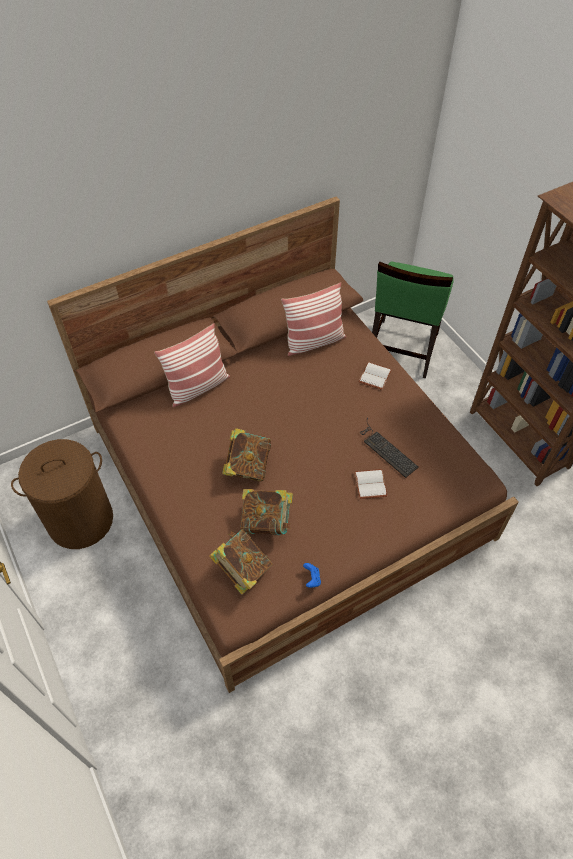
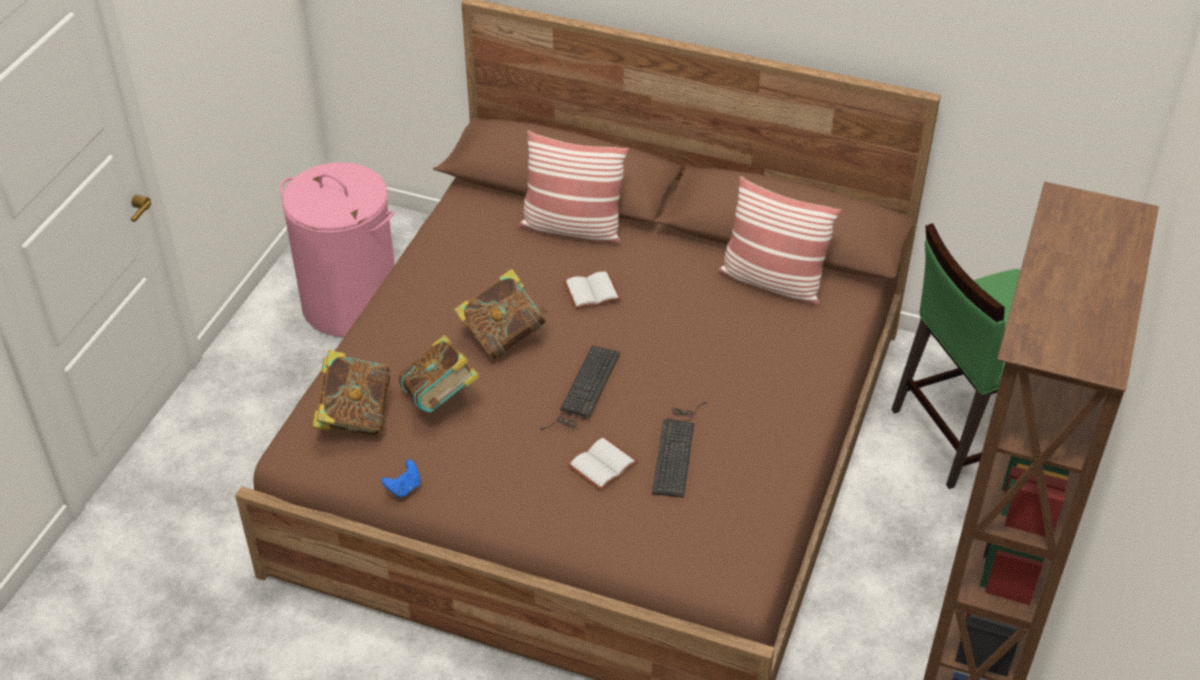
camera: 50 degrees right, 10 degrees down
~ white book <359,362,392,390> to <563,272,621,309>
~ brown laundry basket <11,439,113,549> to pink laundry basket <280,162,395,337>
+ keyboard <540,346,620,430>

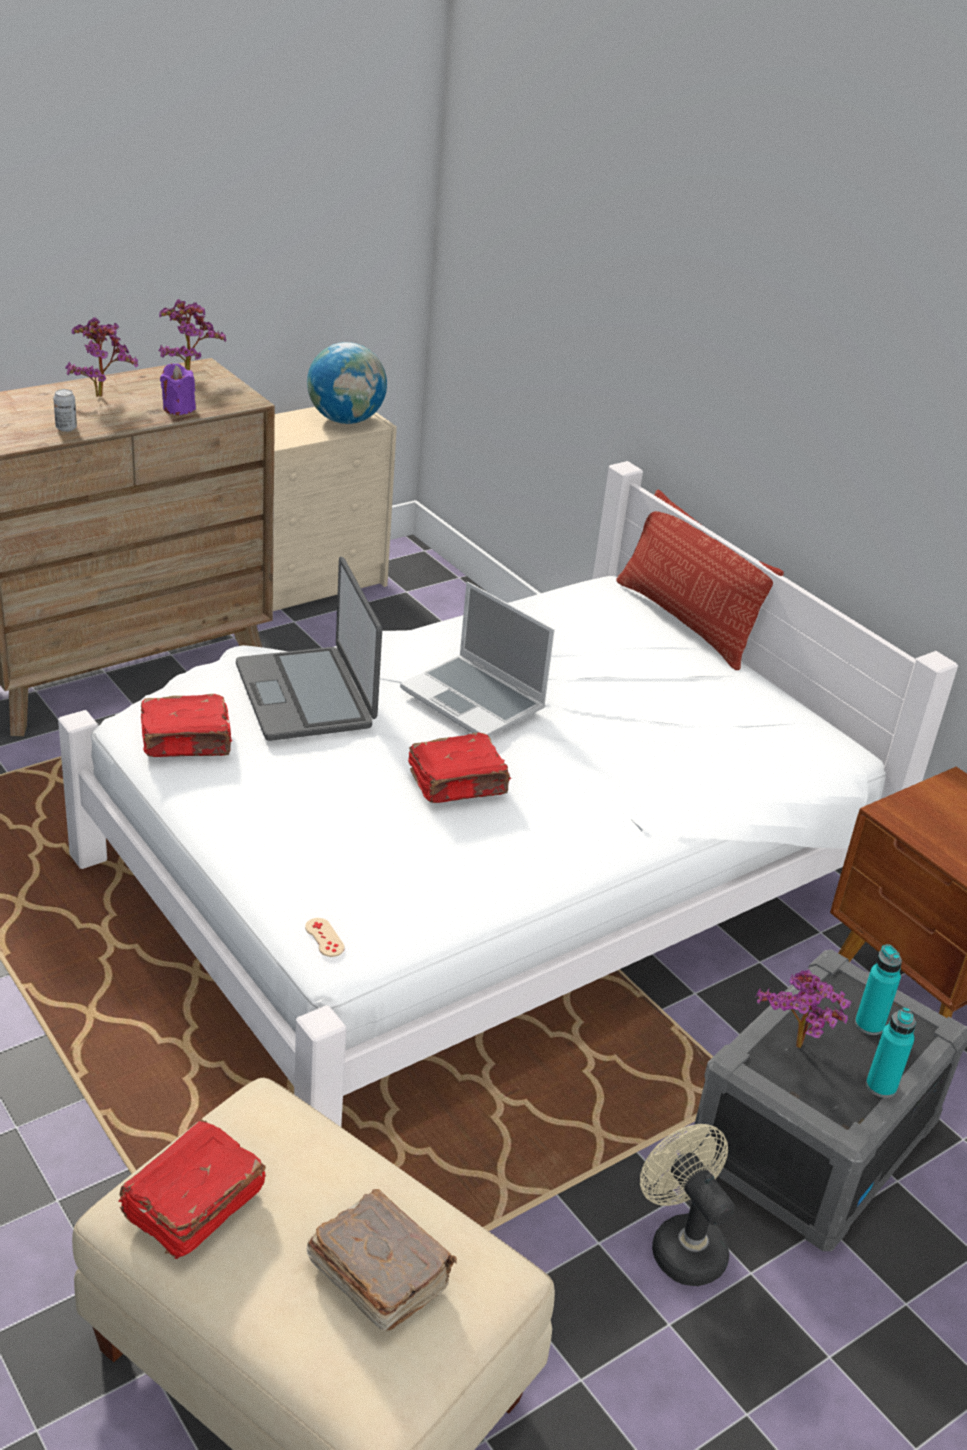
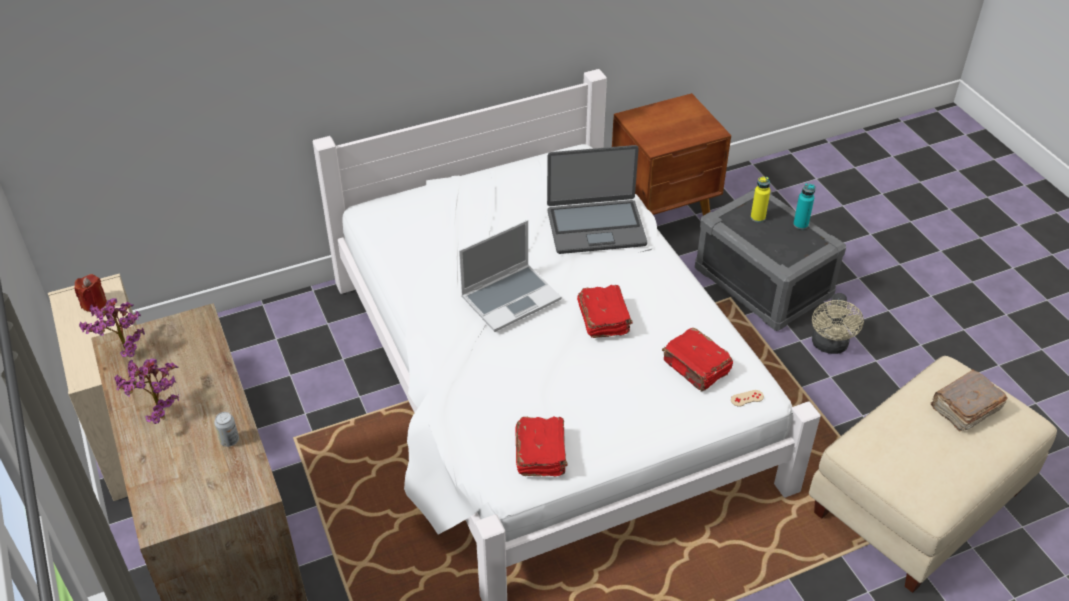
camera: 75 degrees left, 10 degrees up
~ globe <307,342,387,424> to red candle <74,274,107,312>
- purple candle <160,364,196,415>
- pillow <616,489,784,670>
~ laptop <236,557,382,741> to <547,145,647,254>
~ turquoise bottle <855,944,902,1035> to yellow bottle <751,177,770,222>
- potted plant <756,970,852,1048>
~ red book <118,1119,266,1259> to <662,328,733,392>
~ beige fan <640,1124,735,1286> = <812,293,864,354> 60 degrees counterclockwise

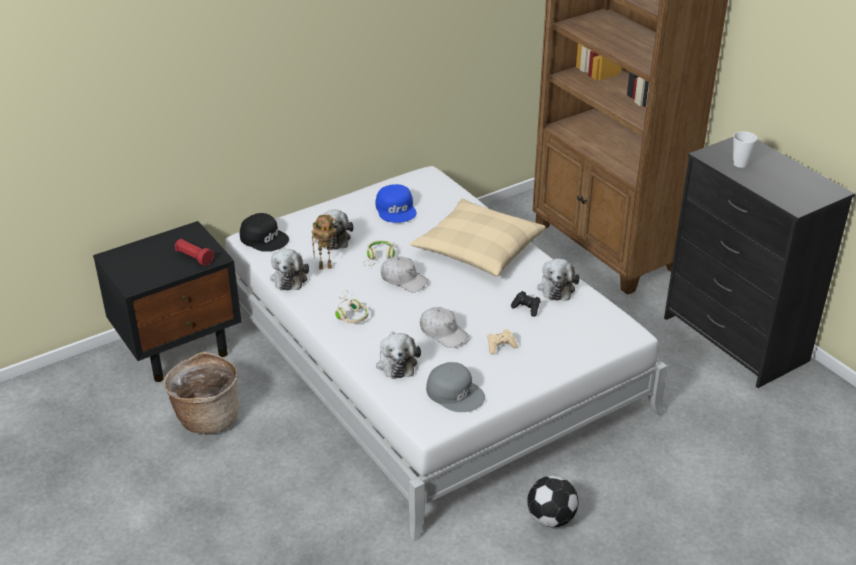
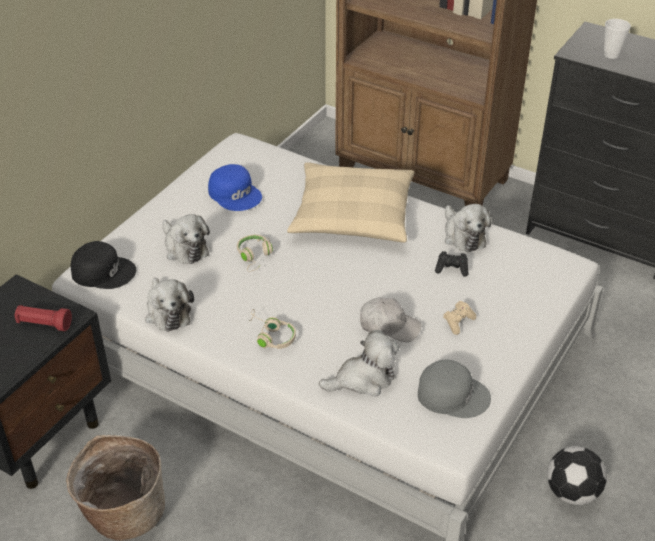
camera: 25 degrees left, 5 degrees up
- toy robot <312,214,338,270>
- white cap <381,256,429,292>
~ plush toy <376,332,421,379> = <319,330,399,397> 75 degrees counterclockwise

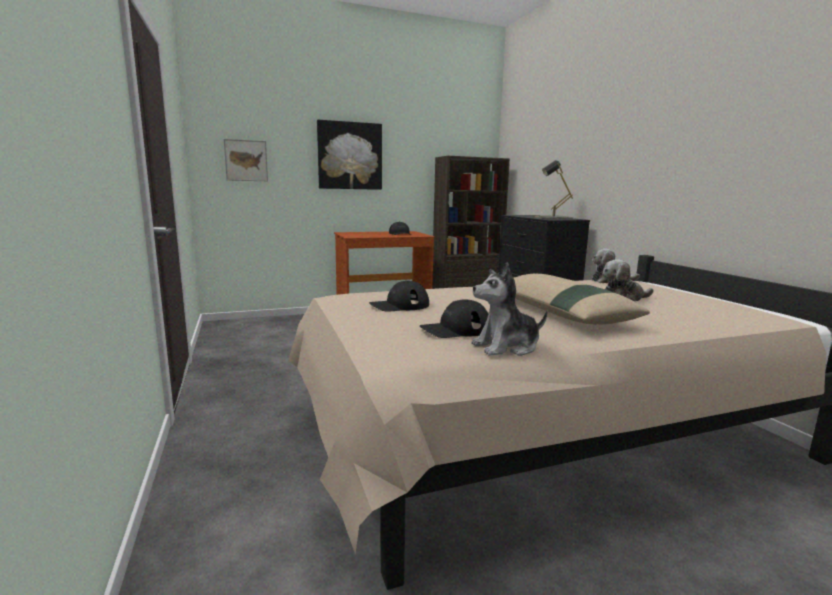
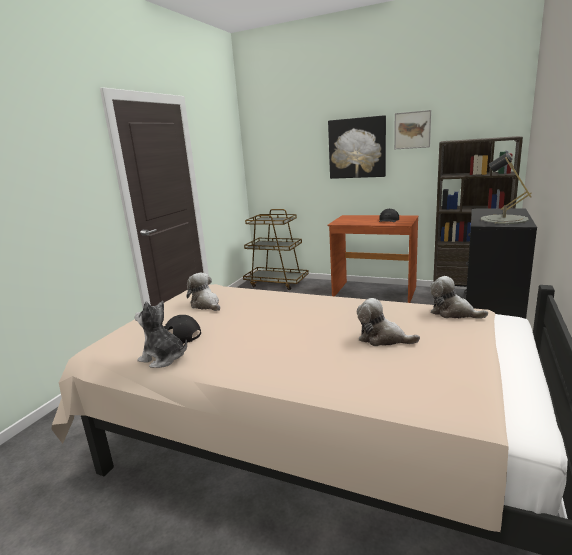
camera: 45 degrees right, 5 degrees up
~ picture <224,139,268,181> to <394,110,431,149>
- beige pillow <514,274,650,325>
~ black cap <369,281,429,312> to plush toy <186,273,220,311>
+ brown cart <243,209,309,290>

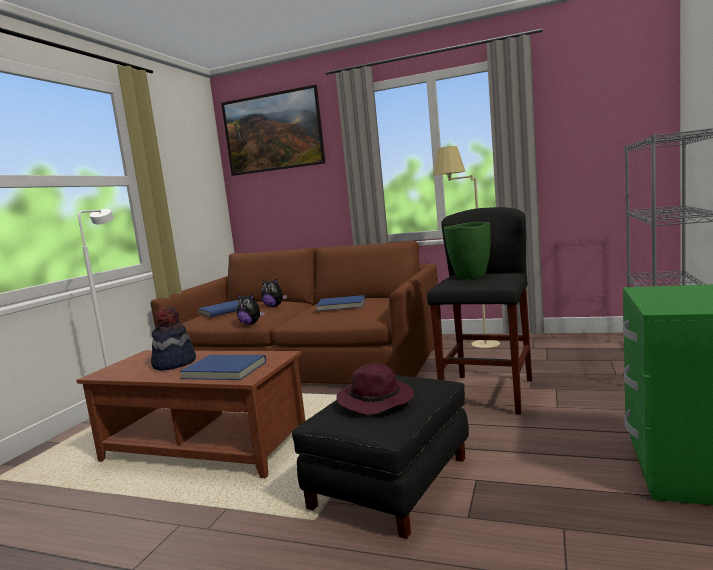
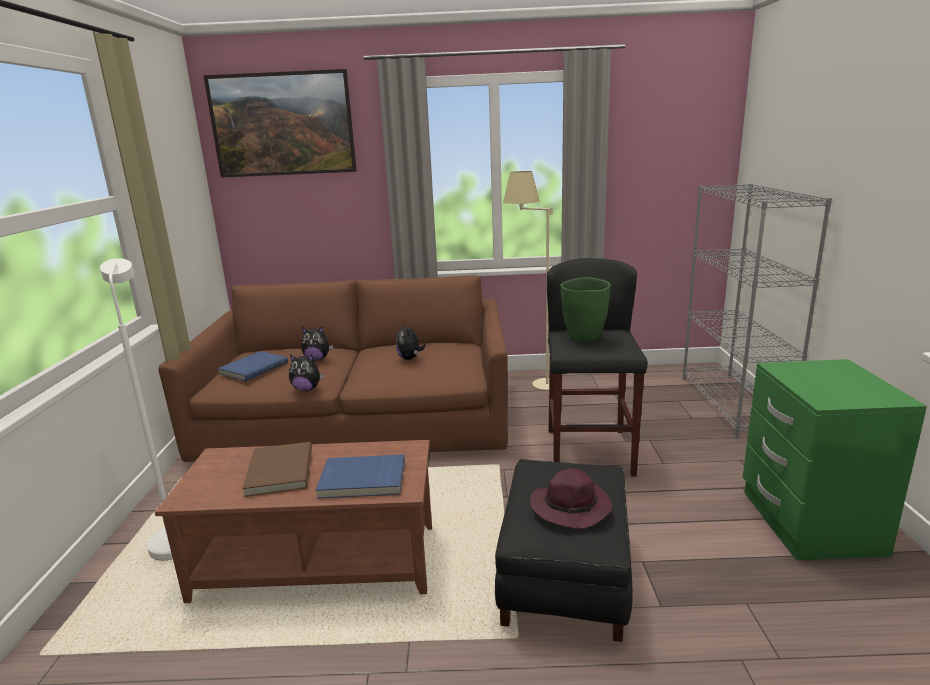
camera: 20 degrees left, 10 degrees up
~ blue book <316,295,365,311> to plush toy <396,322,426,360>
~ hat <151,306,196,371> to brown book <242,442,312,497>

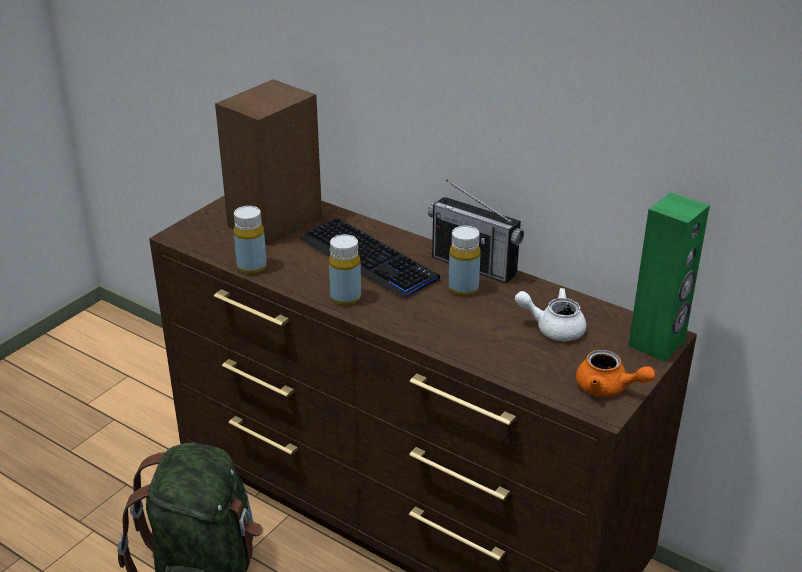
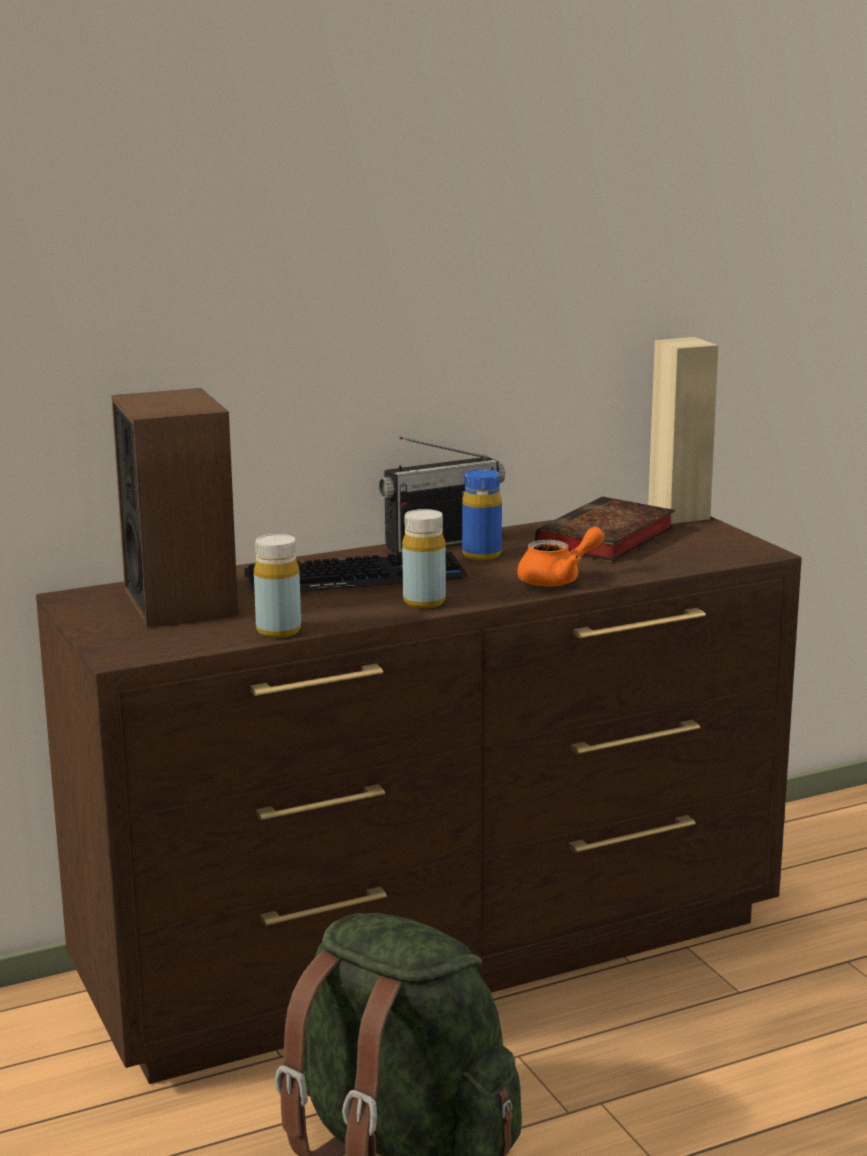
camera: 60 degrees left, 15 degrees down
~ green speaker <629,193,710,361> to beige speaker <648,337,719,524>
~ yellow bottle <448,226,481,296> to blue bottle <462,469,502,560>
~ white teapot <515,288,586,341> to book <535,496,675,563>
~ orange teapot <576,350,655,397> to <517,527,605,587>

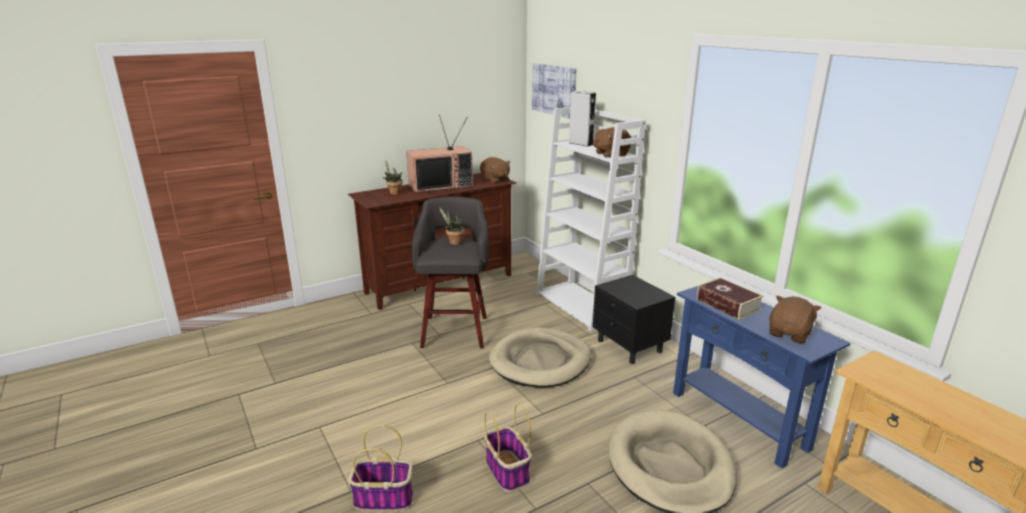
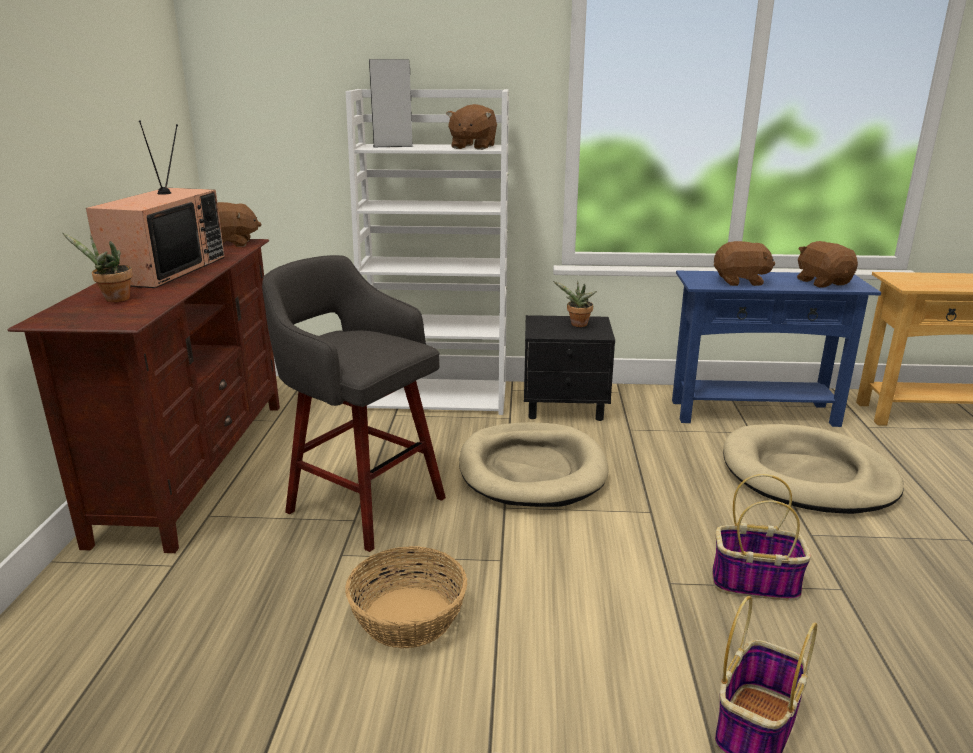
camera: 55 degrees left, 0 degrees up
- picture <532,63,576,119>
~ potted plant <439,207,464,245> to <553,281,597,327>
~ book <697,277,764,320> to brown plush toy <714,241,775,286>
+ basket <345,546,467,648>

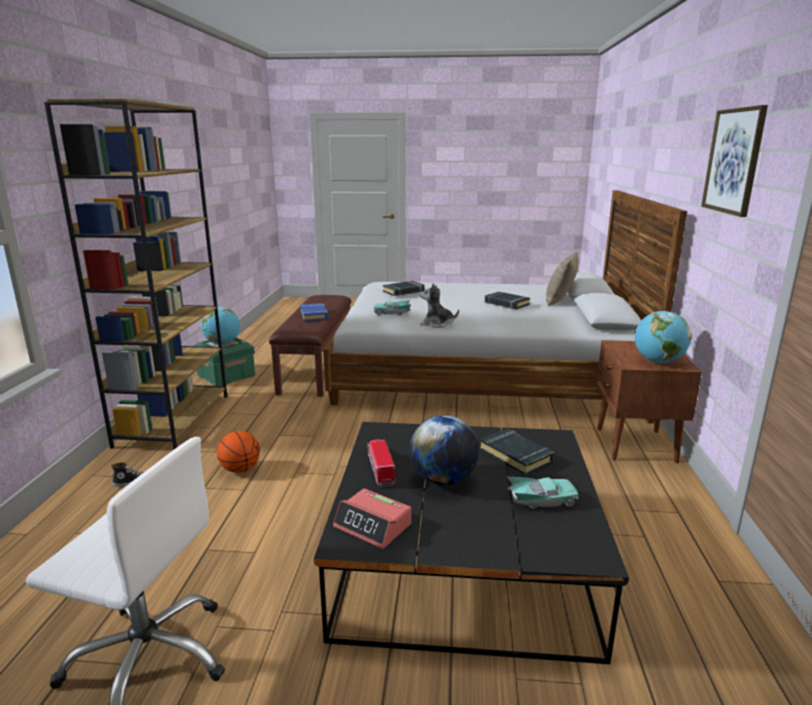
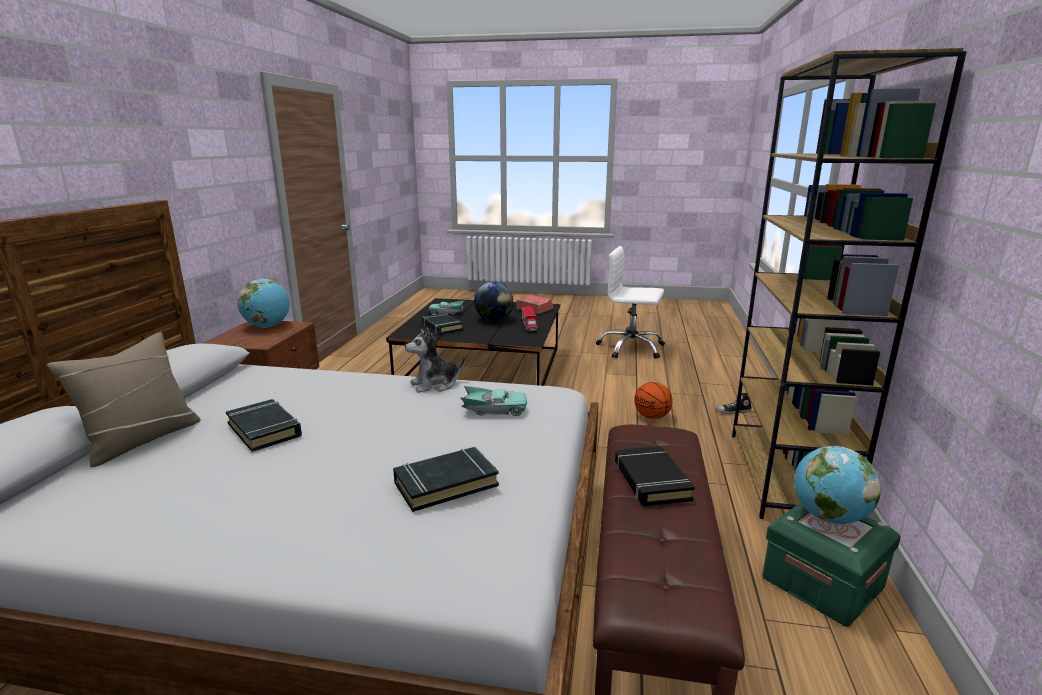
camera: 175 degrees left, 0 degrees up
- picture <701,105,768,217>
~ plush toy <420,283,459,328> = <405,327,465,393> 135 degrees clockwise
~ blue book <300,303,329,321> to black book <615,446,695,506>

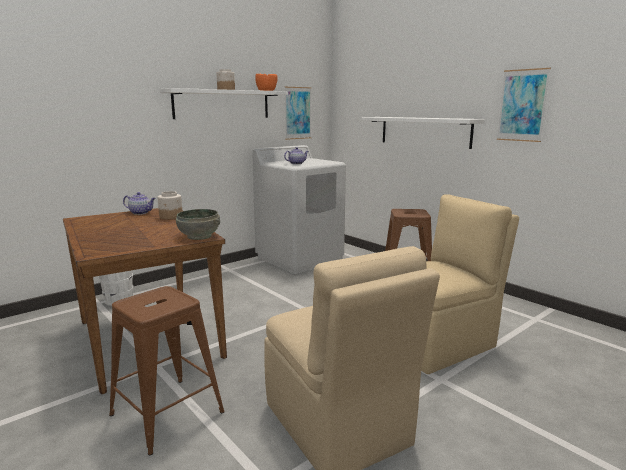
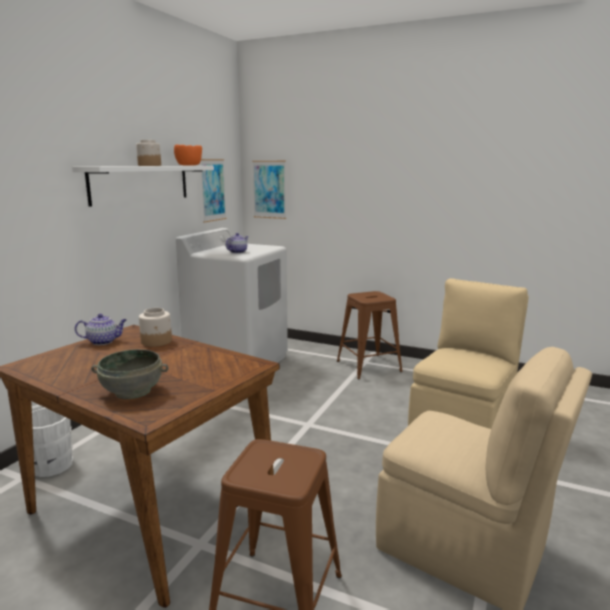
camera: 25 degrees left, 0 degrees up
~ picture <497,68,551,142> to <252,161,286,219>
- white shelf <362,117,485,149>
~ grey bowl <176,209,220,240> to <91,349,169,399>

